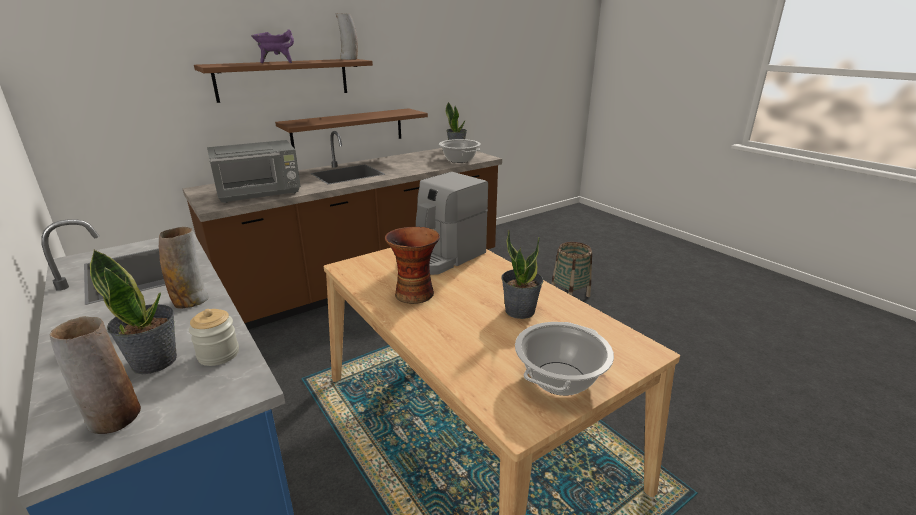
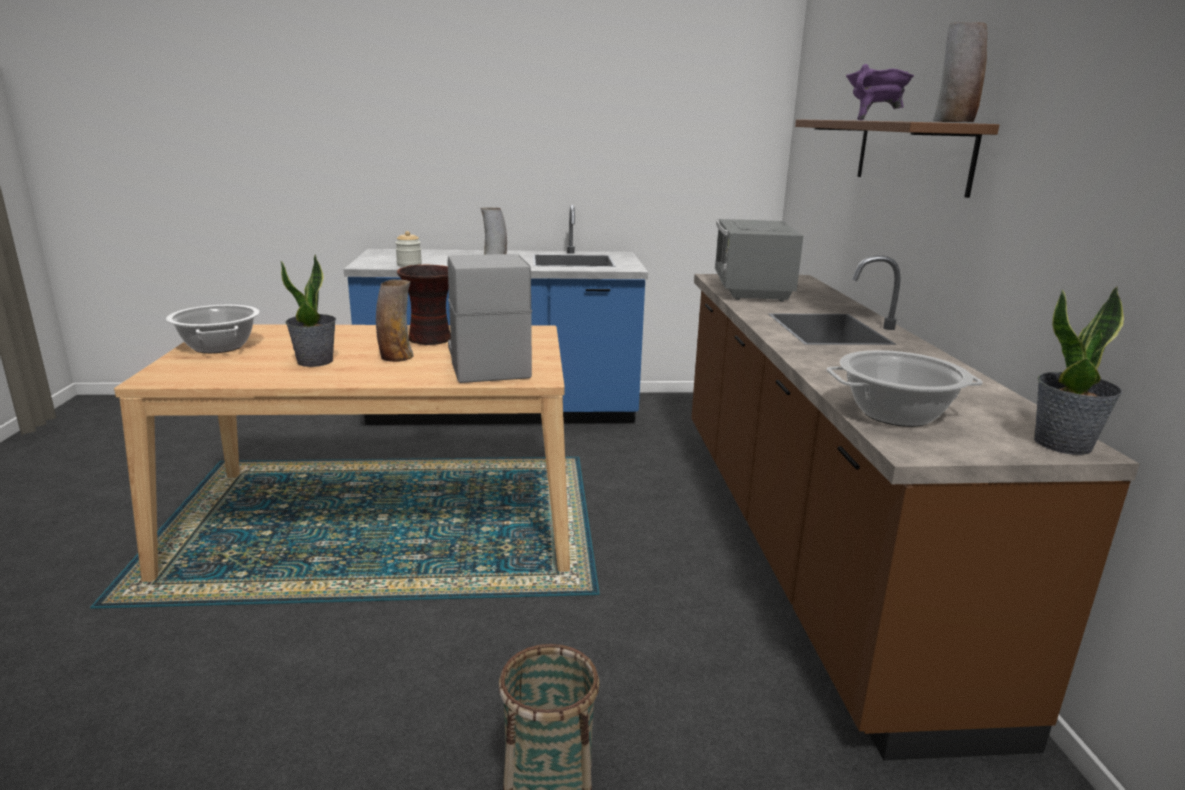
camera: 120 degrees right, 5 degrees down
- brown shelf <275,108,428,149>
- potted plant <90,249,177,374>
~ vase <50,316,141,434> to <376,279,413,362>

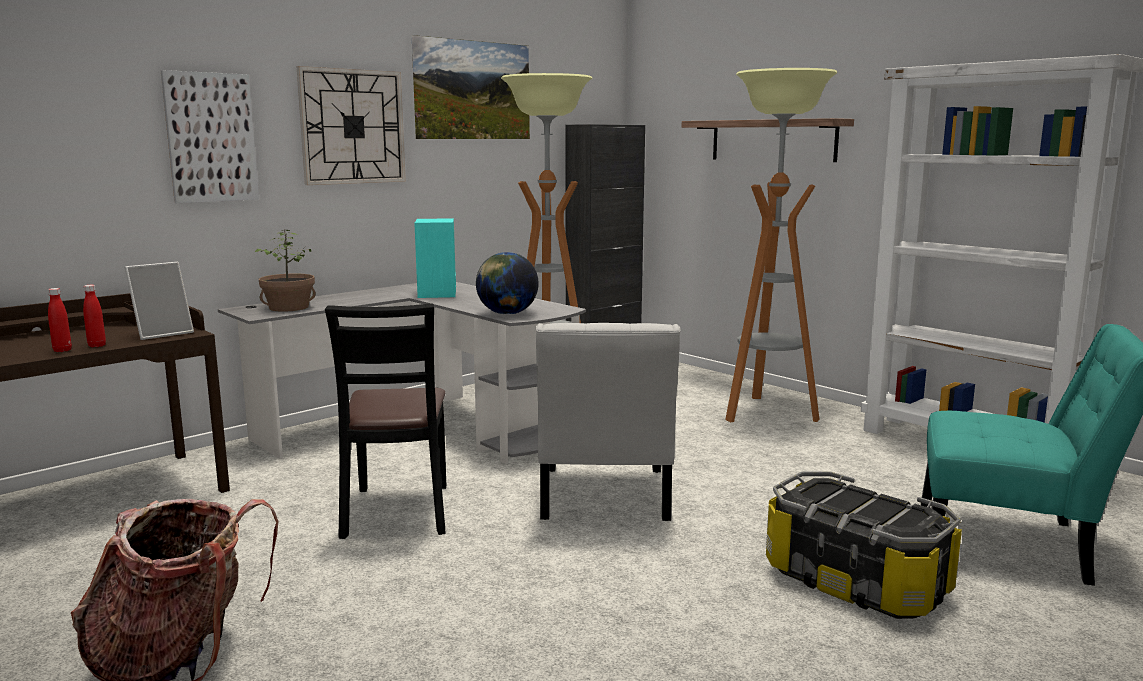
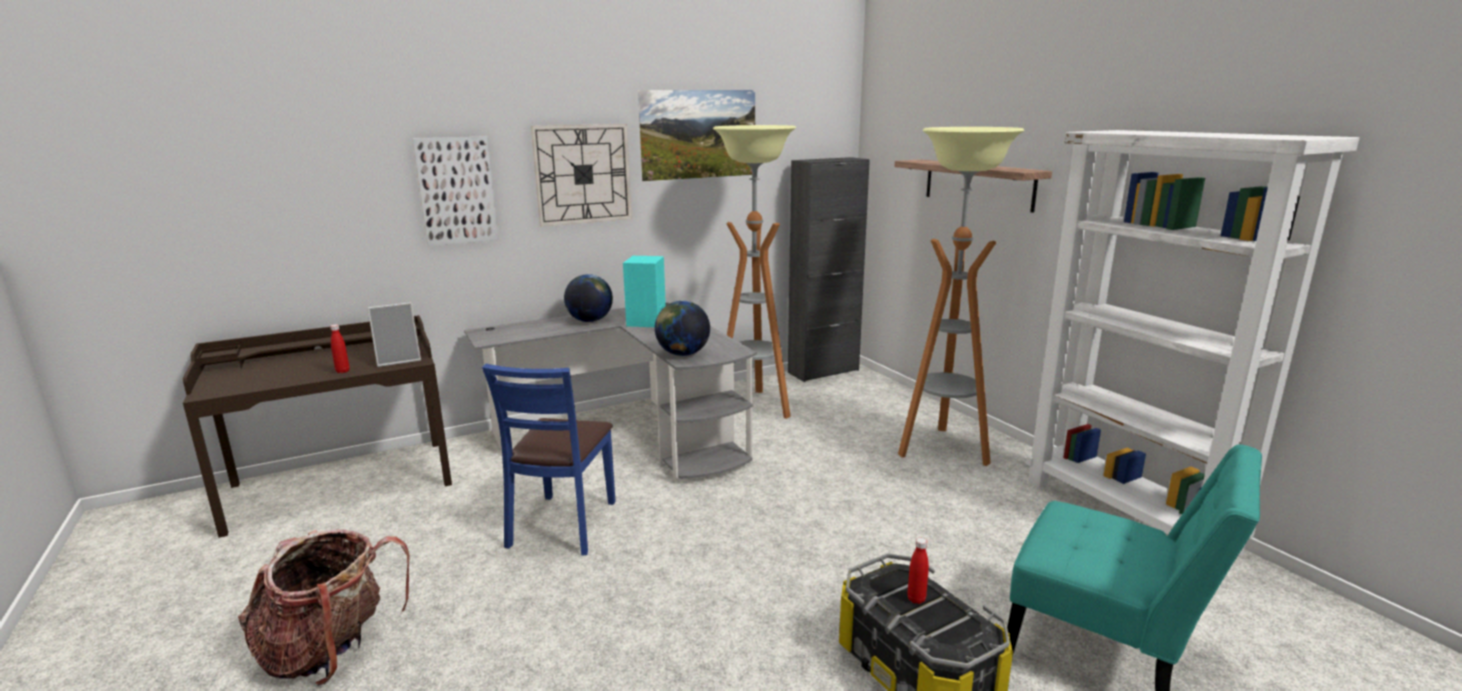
camera: 15 degrees right, 5 degrees up
- potted plant <255,229,316,312>
~ red bottle <48,288,72,352> to <907,538,929,604>
~ black chair <325,304,446,539> to blue chair <482,364,615,555>
- white chair <536,323,681,521>
+ globe <564,274,613,322>

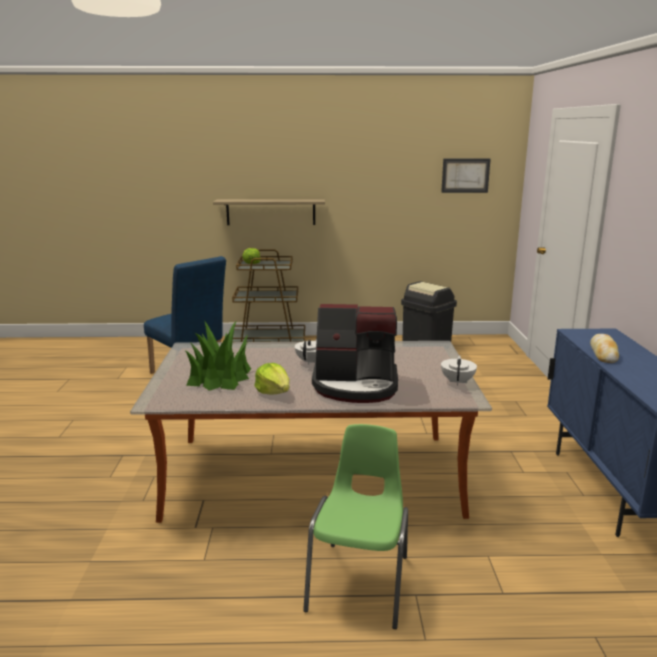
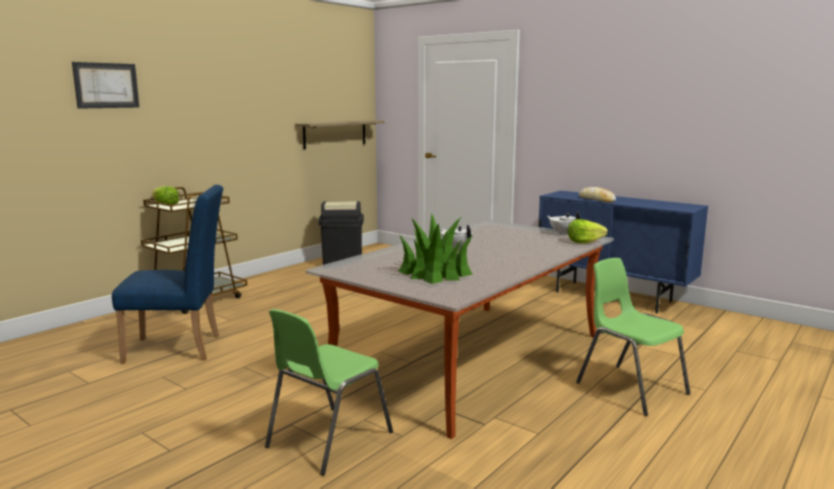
camera: 50 degrees left, 5 degrees down
~ picture <441,159,491,193> to <72,62,139,109>
~ shelf <213,199,325,225> to <295,120,385,149>
- coffee machine <312,304,398,403>
~ lettuce <254,363,289,395> to <568,219,608,243>
+ green chair <265,309,393,475>

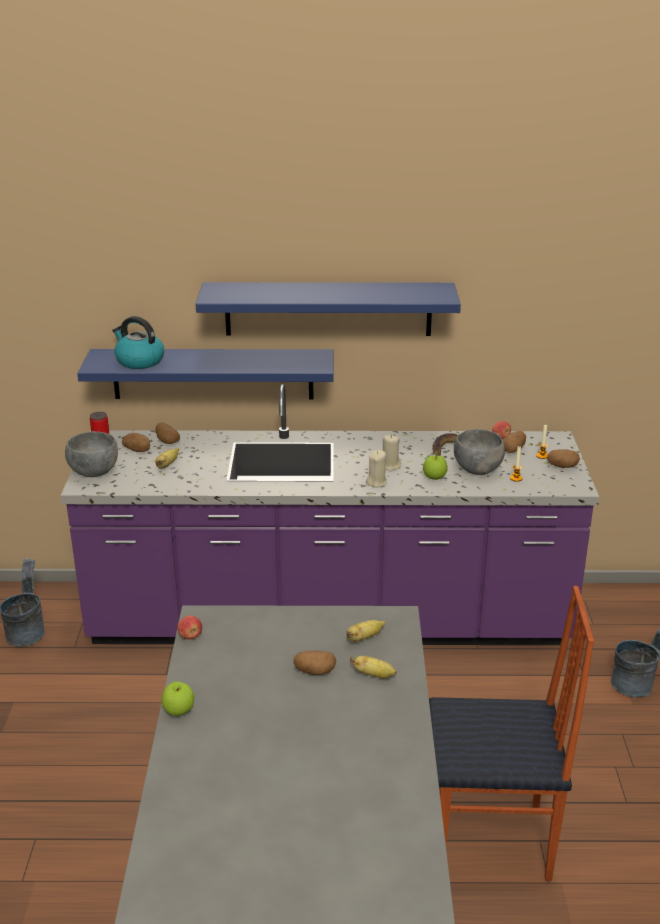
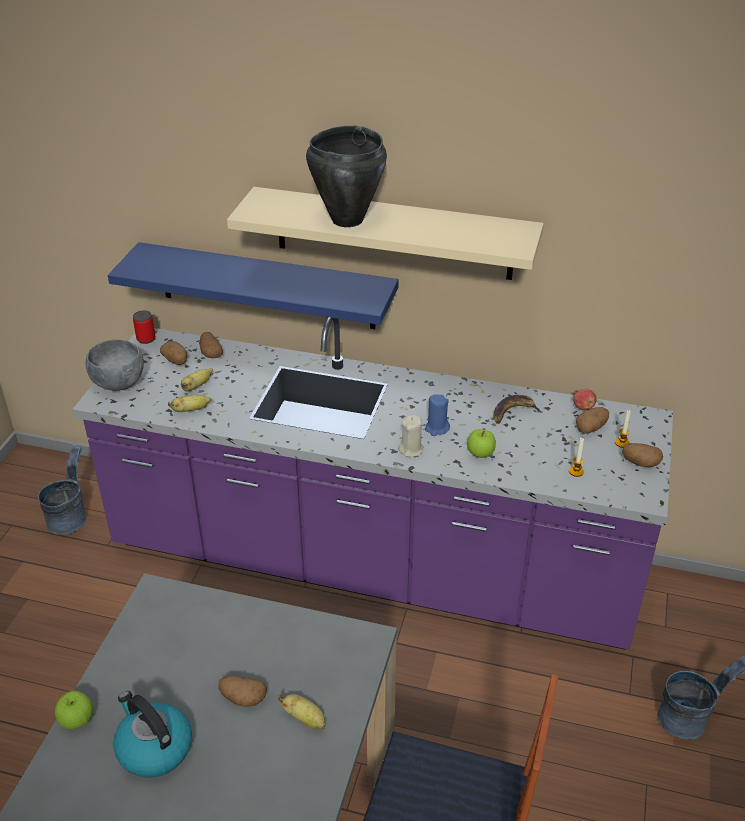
camera: 15 degrees right, 10 degrees up
~ blue shelf <196,282,461,336> to beige shelf <227,187,544,280>
~ kettle <112,316,164,369> to <113,691,192,778>
- grey bowl <454,429,505,475>
~ beige candle <383,435,401,472> to blue candle <425,395,450,436>
- apple <177,616,202,639>
~ banana <346,620,386,642> to <168,395,212,412>
+ black cooking pot <306,126,387,227>

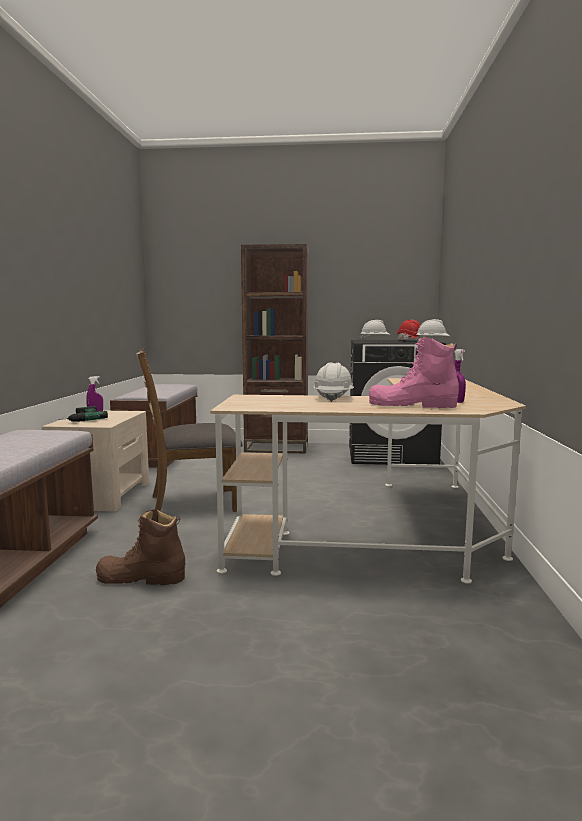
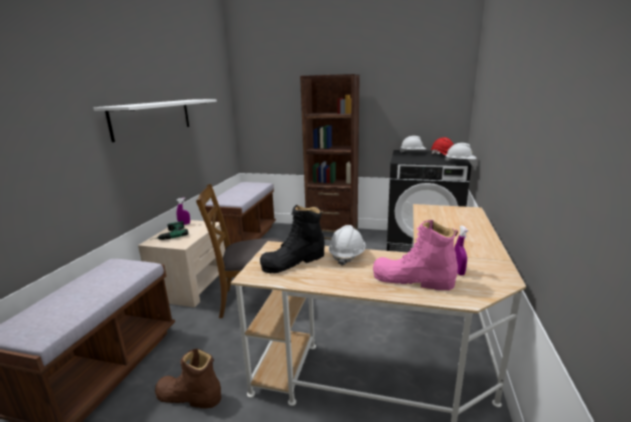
camera: 10 degrees right, 10 degrees up
+ white shelf <94,99,217,142>
+ black boot <260,205,325,273>

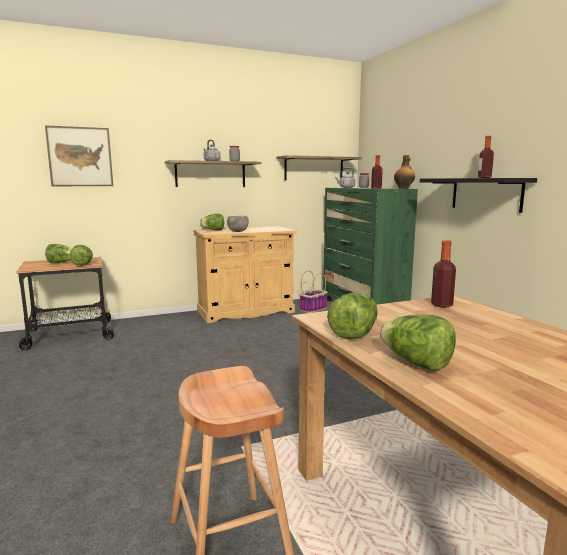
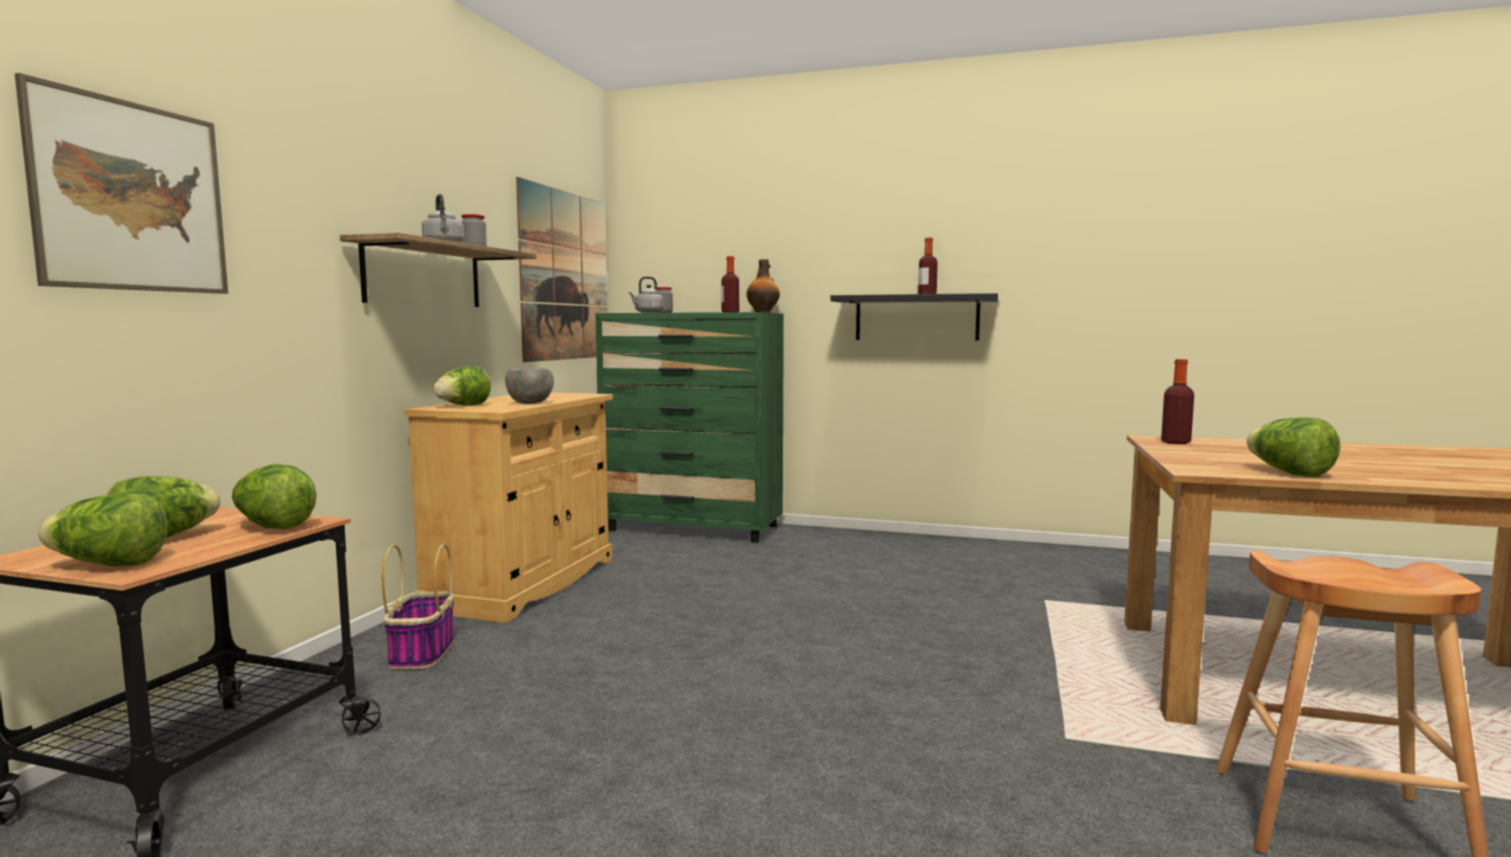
camera: 50 degrees left, 5 degrees down
~ shelf <277,155,362,180> to picture <516,177,608,362>
~ basket <299,271,328,313> to <382,544,454,670>
~ lettuce <380,315,456,371> to <38,492,168,566>

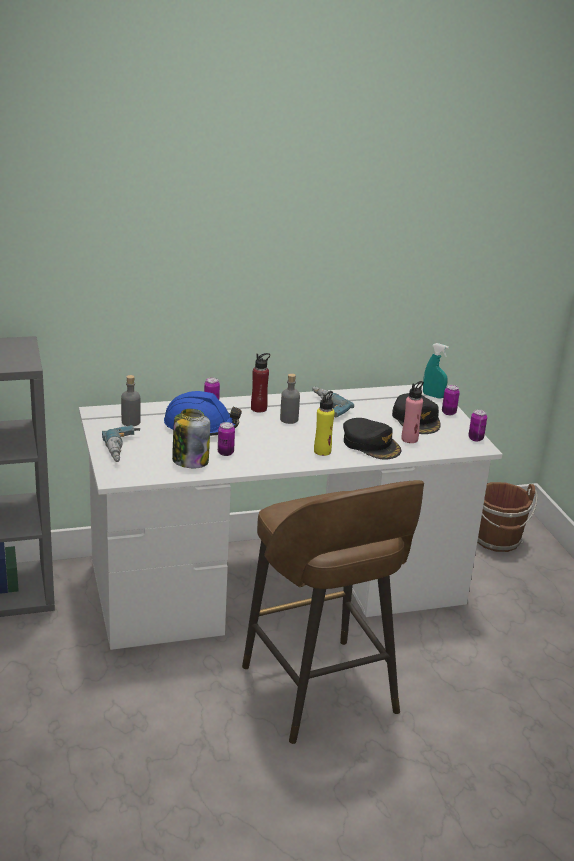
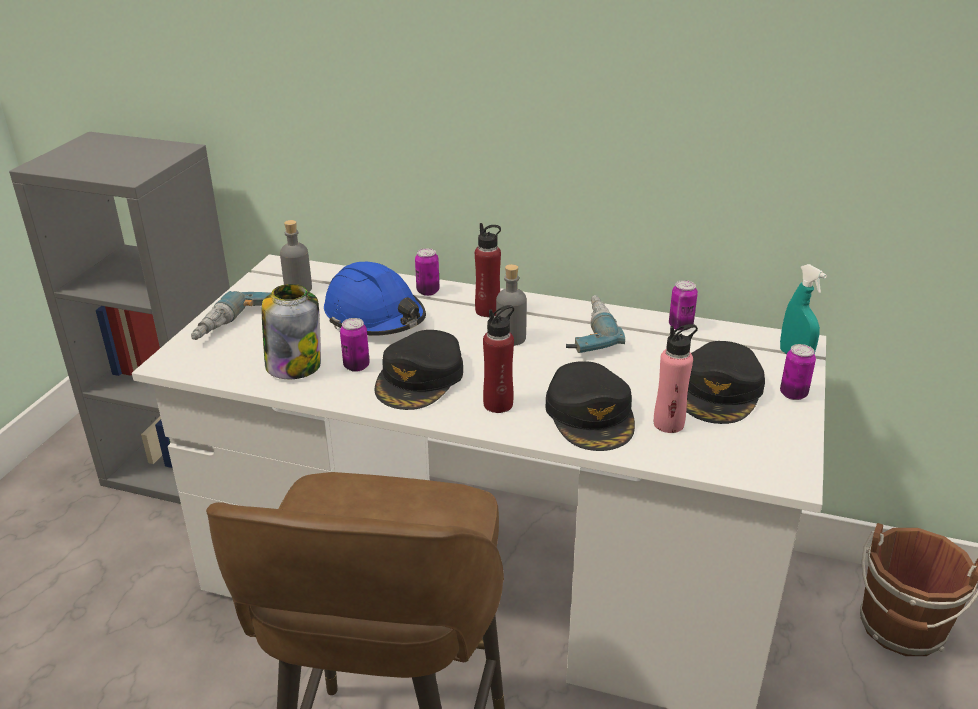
camera: 35 degrees right, 5 degrees up
~ yellow bottle <314,391,335,456> to red bottle <483,305,514,413>
~ can <468,409,487,441> to <669,280,698,331>
+ black cap <374,330,463,410>

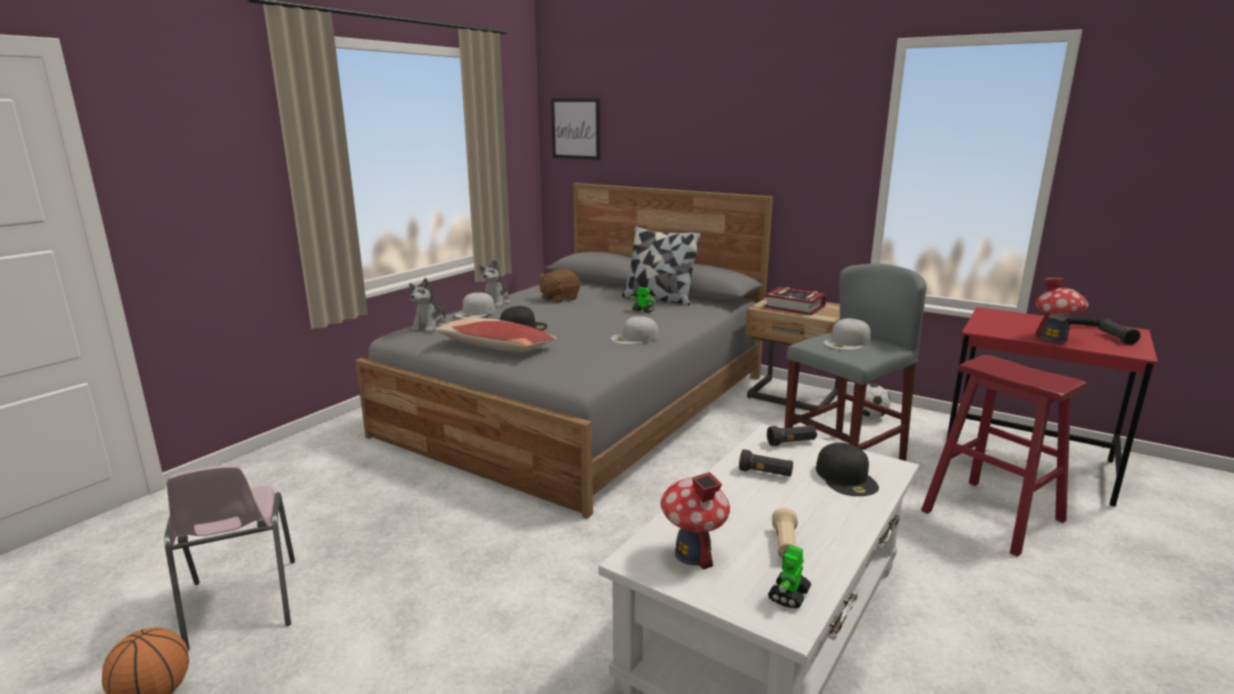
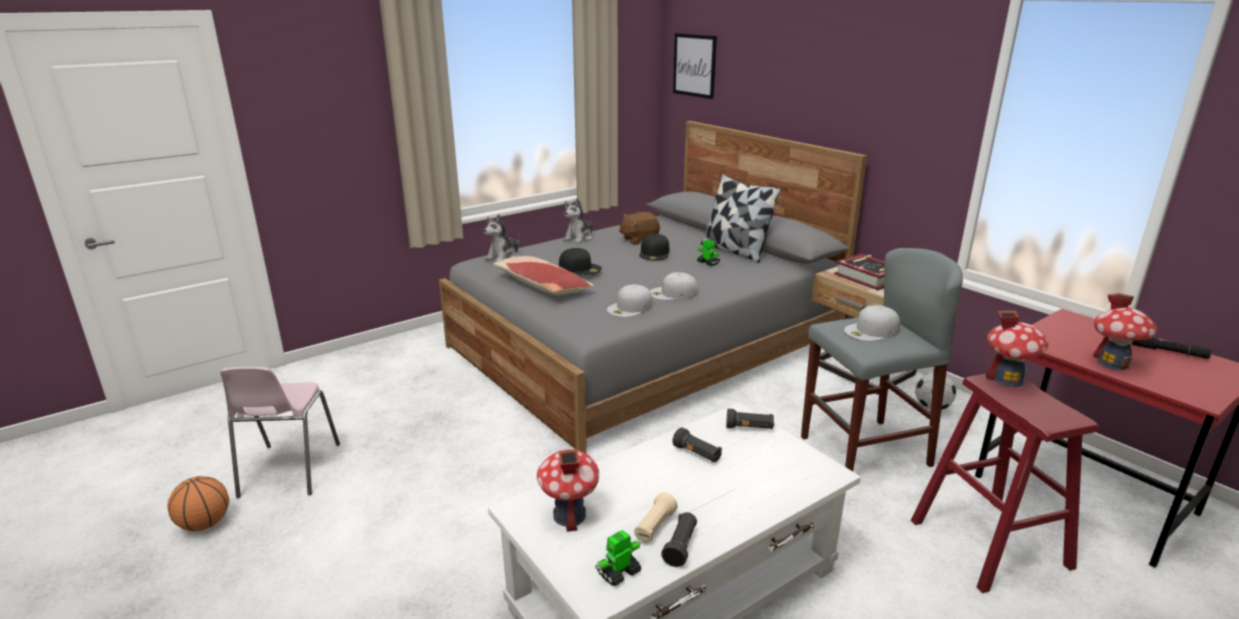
camera: 20 degrees right, 5 degrees up
~ white cap <455,292,495,319> to <607,284,653,317>
~ black flashlight <1098,319,1141,345> to <661,512,697,567>
~ black cap <816,443,879,496> to <639,234,669,260>
+ toy house <986,311,1049,387>

